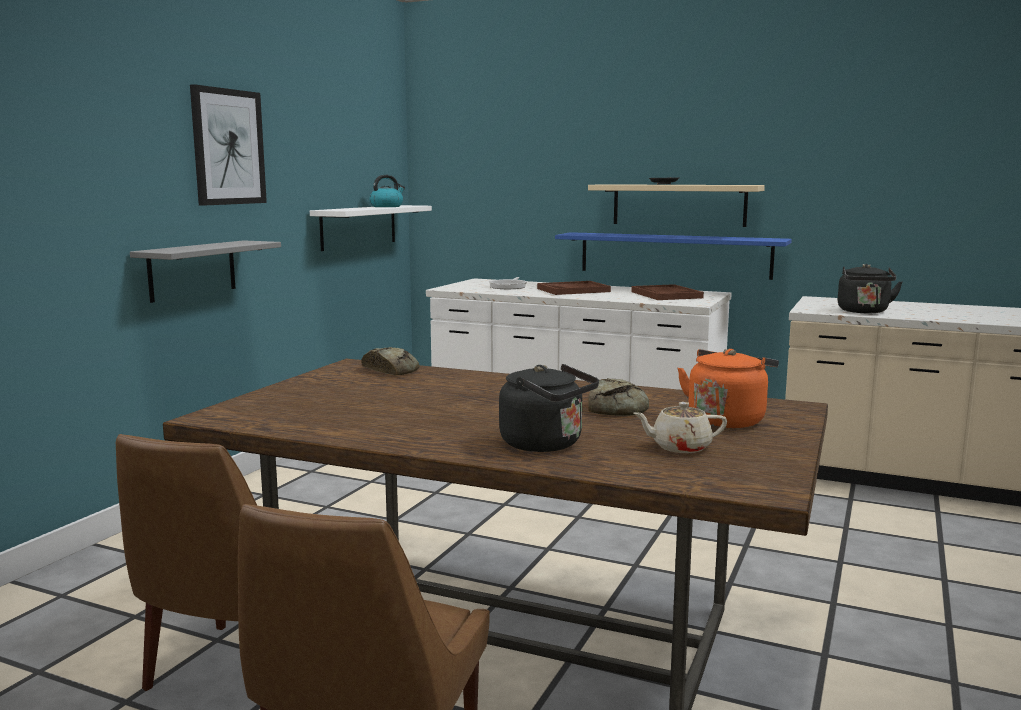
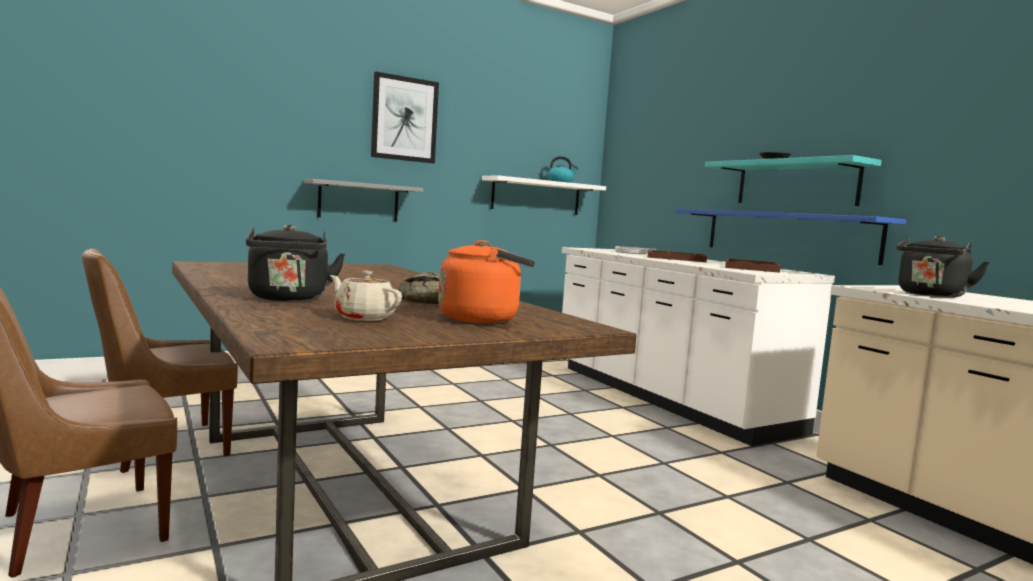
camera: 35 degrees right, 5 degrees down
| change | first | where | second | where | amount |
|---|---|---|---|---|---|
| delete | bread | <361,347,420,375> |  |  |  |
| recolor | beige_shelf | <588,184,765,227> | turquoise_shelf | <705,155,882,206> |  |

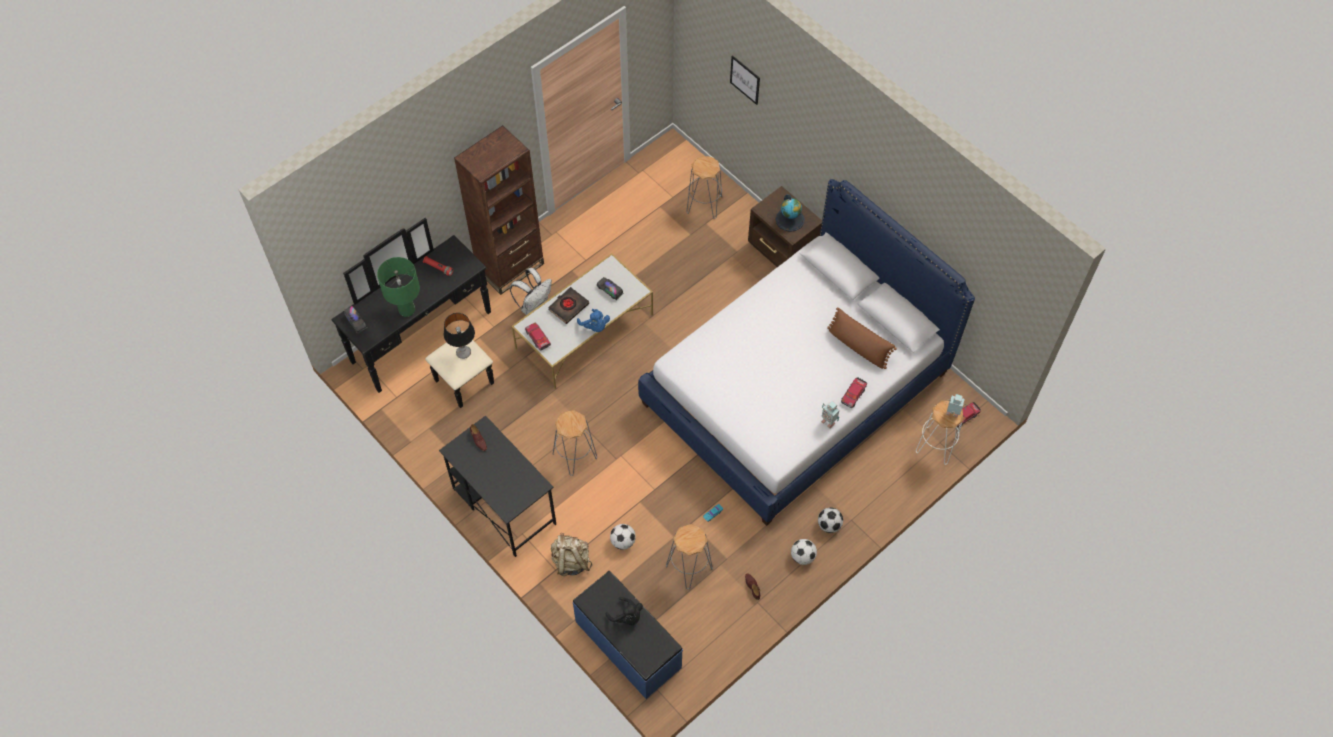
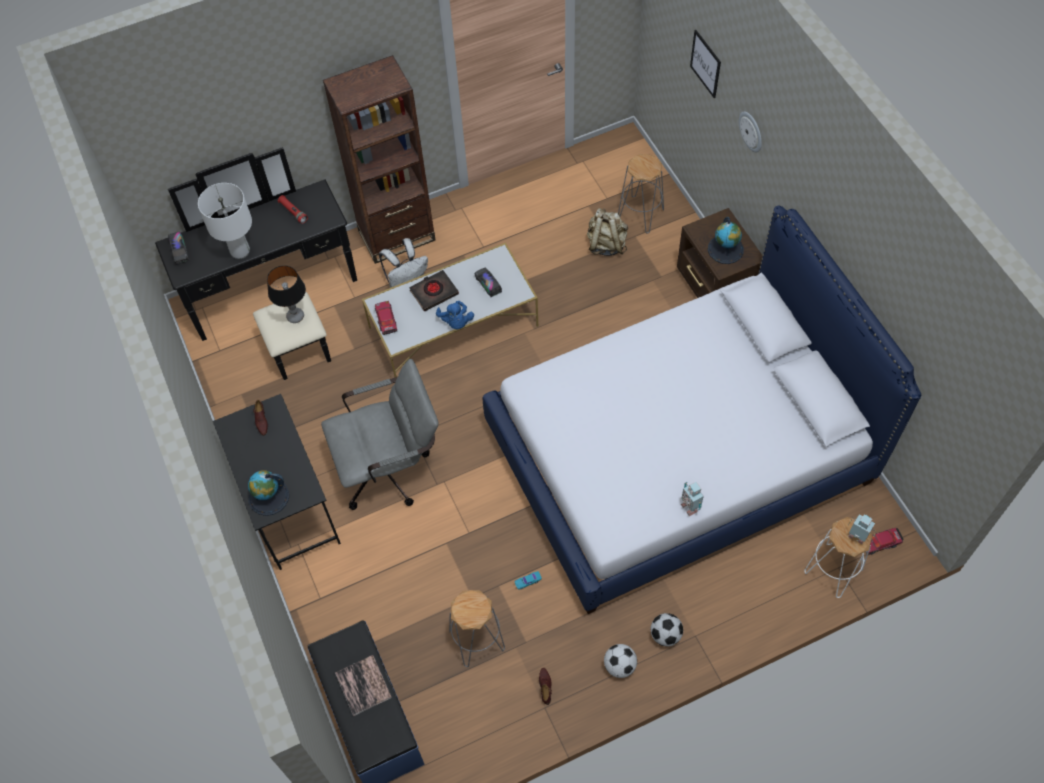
camera: 20 degrees right, 0 degrees up
| change | first | where | second | where | amount |
|---|---|---|---|---|---|
| delete | football | <610,524,636,550> |  |  |  |
| delete | brown_pillow | <827,308,897,369> |  |  |  |
| delete | toy_car | <841,377,867,408> |  |  |  |
| insert |  |  | globe | <248,470,289,516> |  |
| insert |  |  | wall_clock | <739,112,762,152> |  |
| move | beige_backpack | <551,533,592,576> |  | <587,208,628,256> |  |
| replace | grey_stool | <553,410,597,476> | grey_office_chair | <321,359,439,510> |  |
| replace | black_plush_toy | <606,597,643,625> | book | <335,655,391,716> |  |
| recolor | green_table_lamp | <377,257,420,317> | white_table_lamp | <198,183,252,259> |  |

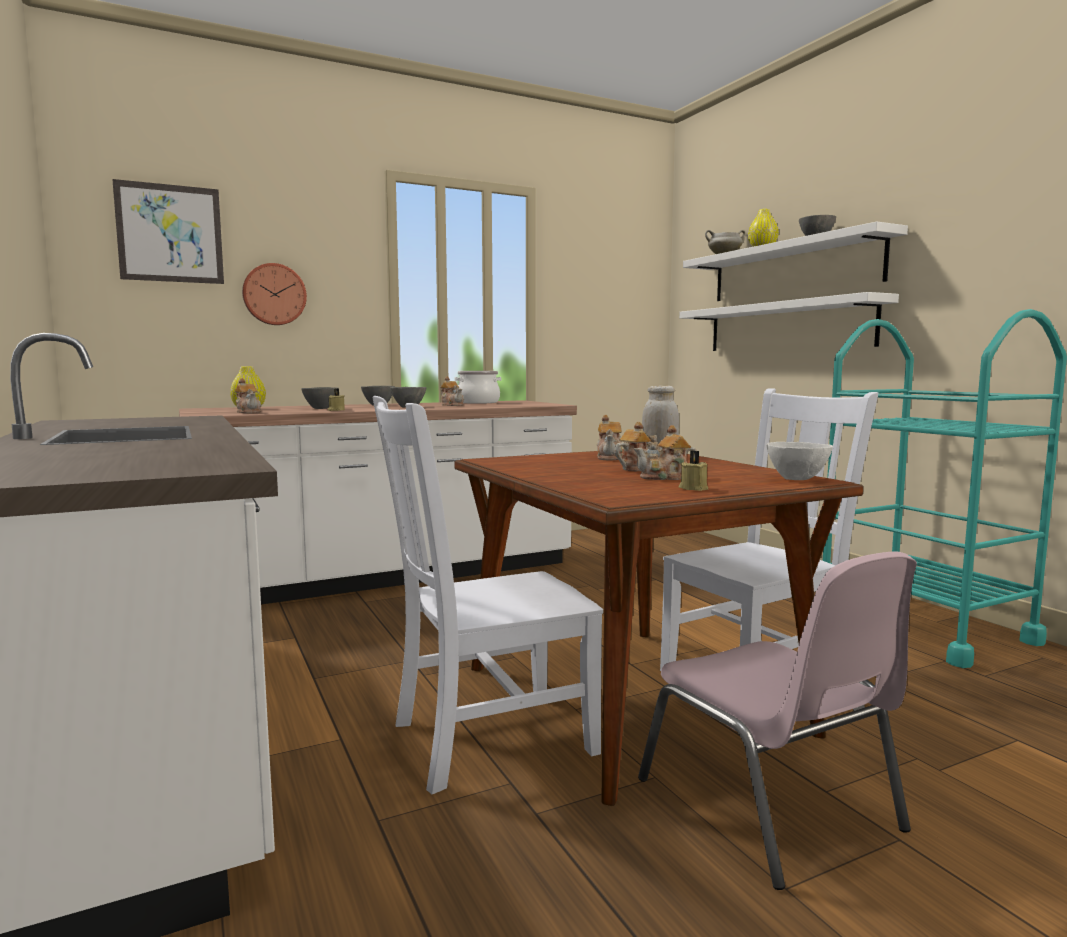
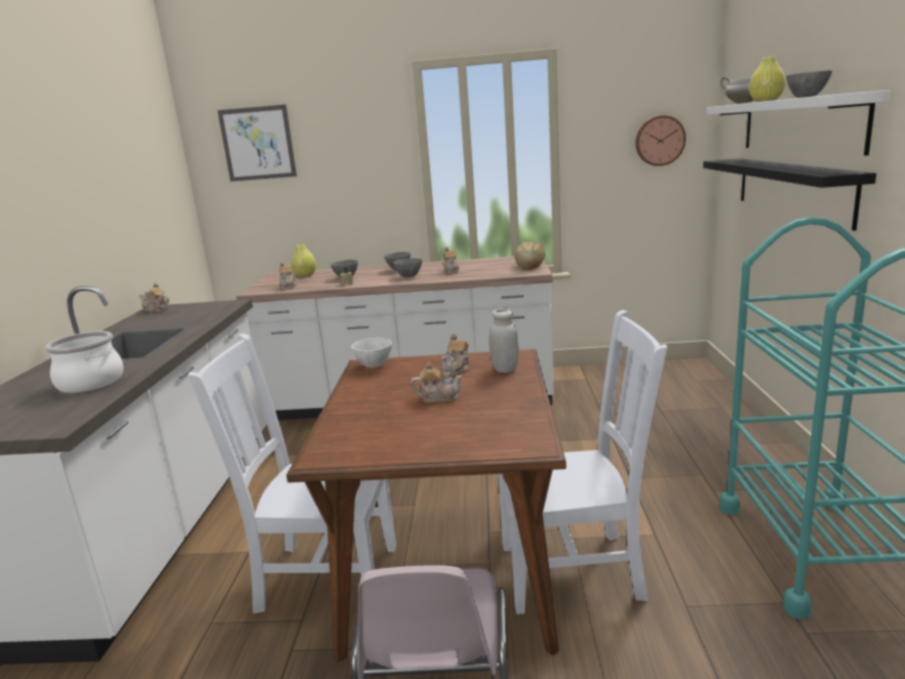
camera: 30 degrees right, 10 degrees up
| change | first | where | second | where | amount |
|---|---|---|---|---|---|
| delete | beige_candle | <679,451,708,491> |  |  |  |
| insert |  |  | bread | <515,242,545,270> |  |
| move | wall_clock | <242,263,307,325> |  | <635,115,686,166> |  |
| move | cooking_pot | <454,371,501,404> |  | <45,331,124,393> |  |
| move | teapot | <634,425,697,480> |  | <139,283,169,312> |  |
| move | white_bowl | <766,442,833,480> |  | <351,338,392,368> |  |
| recolor | white_shelf | <679,292,899,351> | black_shelf | <703,158,877,231> |  |

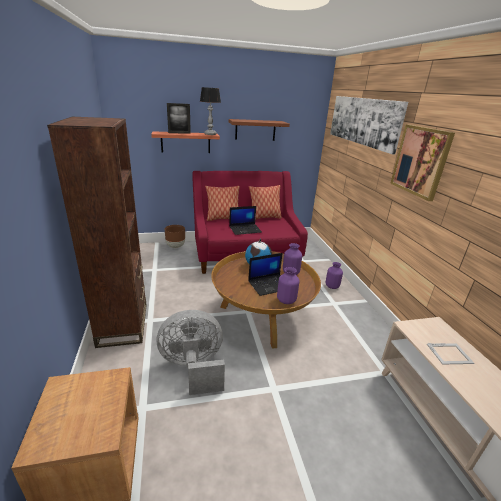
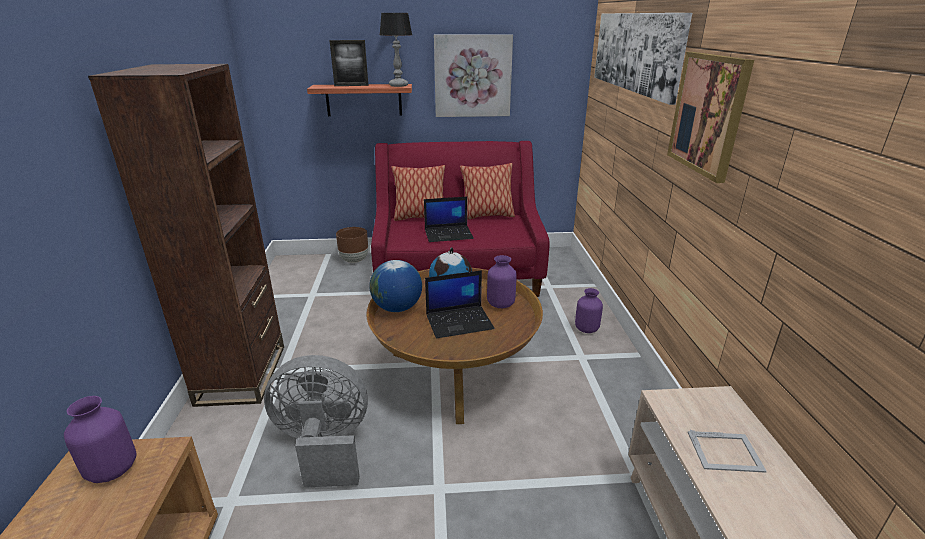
camera: 10 degrees right, 0 degrees up
| change | first | where | second | where | amount |
|---|---|---|---|---|---|
| insert |  |  | globe | <369,260,422,312> |  |
| move | purple_vase | <277,267,299,304> |  | <64,396,137,483> |  |
| replace | brown_shelf | <229,119,290,141> | picture | <434,34,513,117> |  |

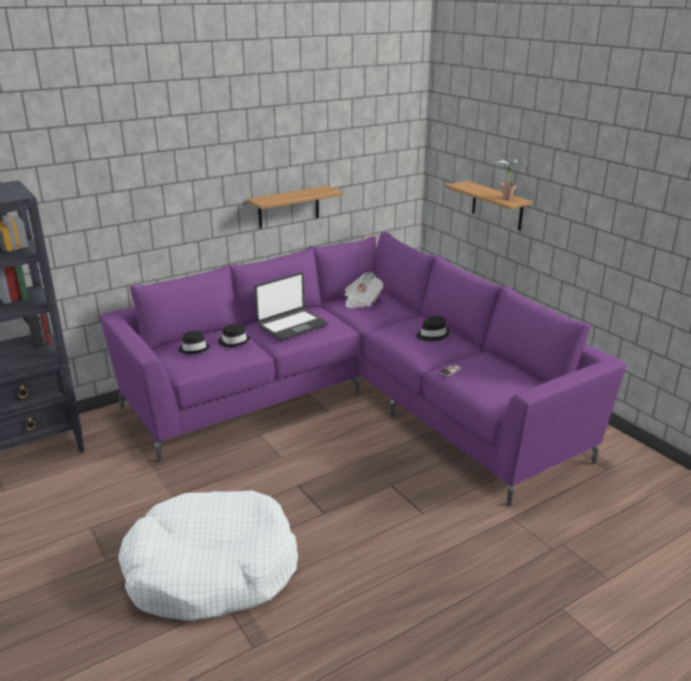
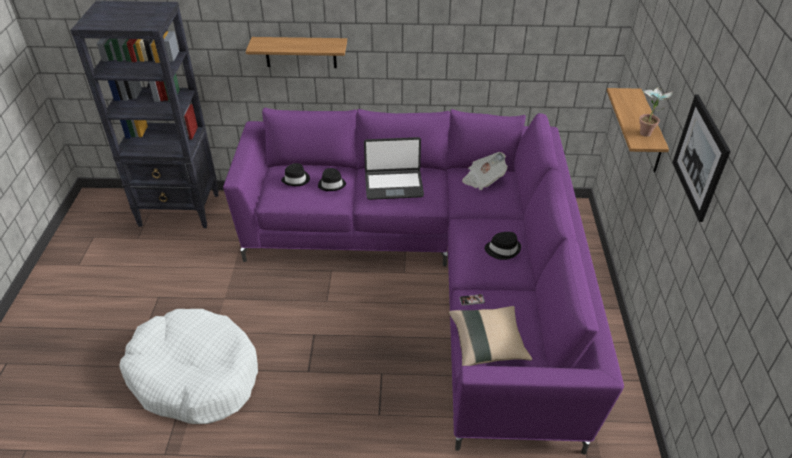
camera: 35 degrees right, 15 degrees up
| change | first | where | second | where | amount |
|---|---|---|---|---|---|
| insert |  |  | beige_pillow | <449,306,532,366> |  |
| insert |  |  | picture | <673,94,731,222> |  |
| move | shelf | <247,186,343,228> |  | <246,37,347,68> |  |

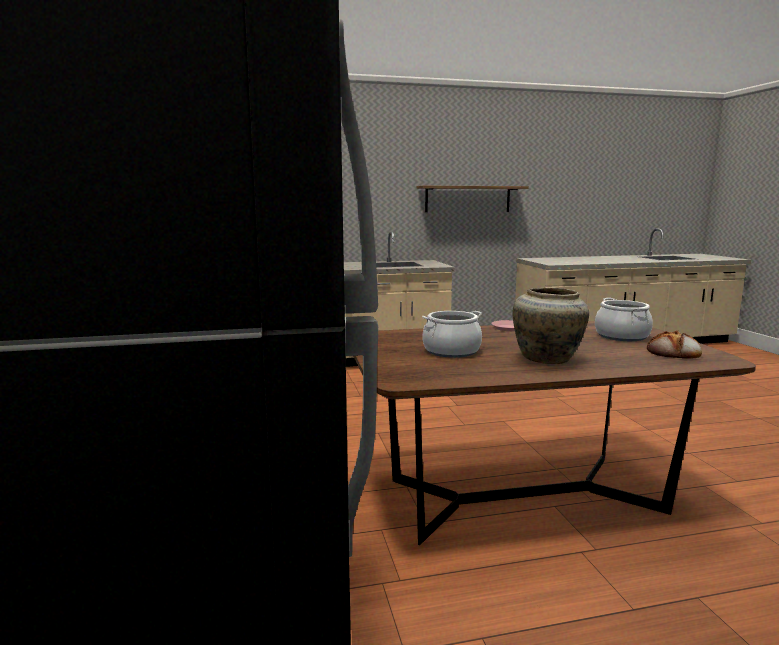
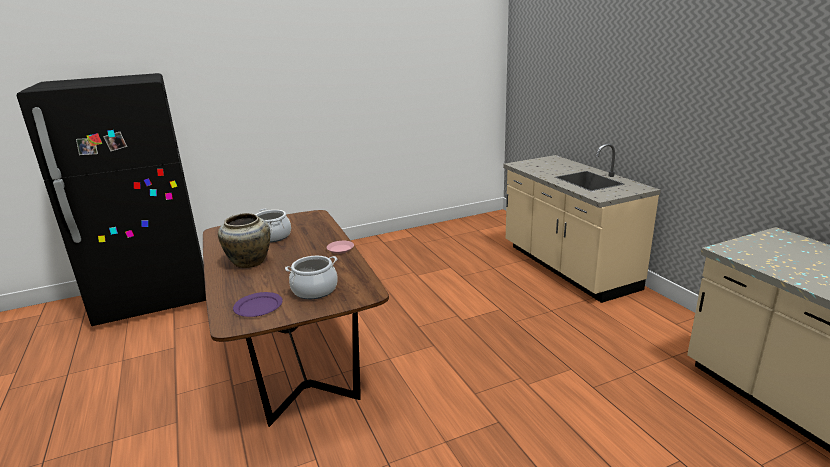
camera: 80 degrees right, 10 degrees up
| change | first | where | second | where | amount |
|---|---|---|---|---|---|
| delete | shelf | <416,186,529,212> |  |  |  |
| replace | bread | <647,331,702,359> | purple_plate | <233,292,283,317> |  |

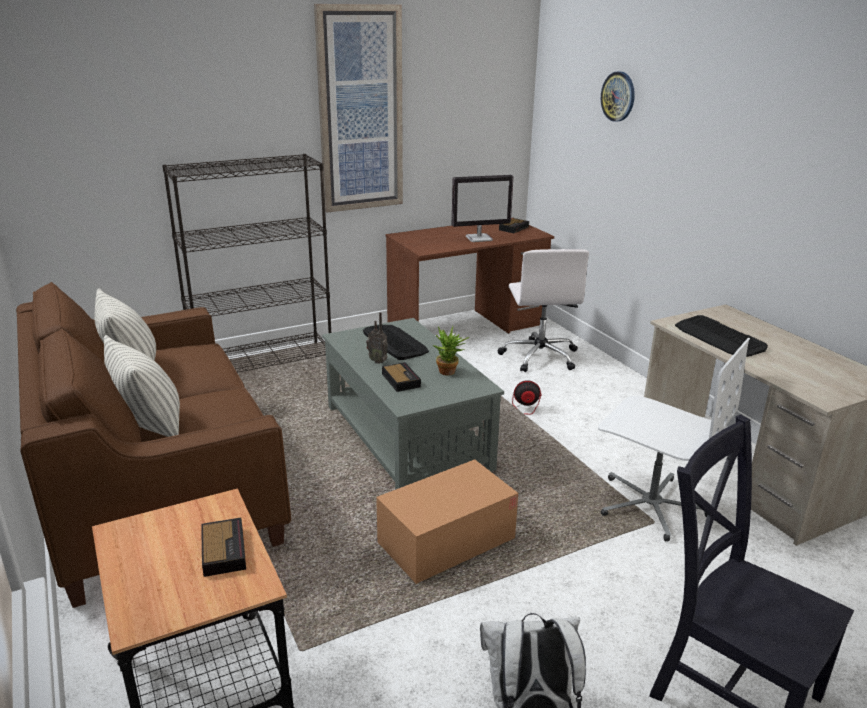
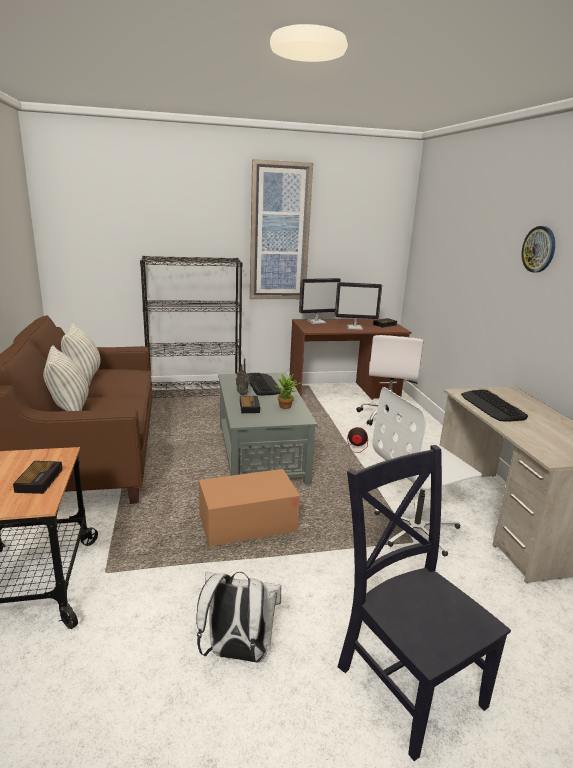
camera: 15 degrees right, 5 degrees down
| change | first | where | second | where | amount |
|---|---|---|---|---|---|
| insert |  |  | monitor | <299,278,341,324> |  |
| move | wall_clock | <601,71,635,122> |  | <522,226,555,273> |  |
| rotate | white_office_chair | <598,338,750,541> |  | <372,387,482,556> | 105 degrees clockwise |

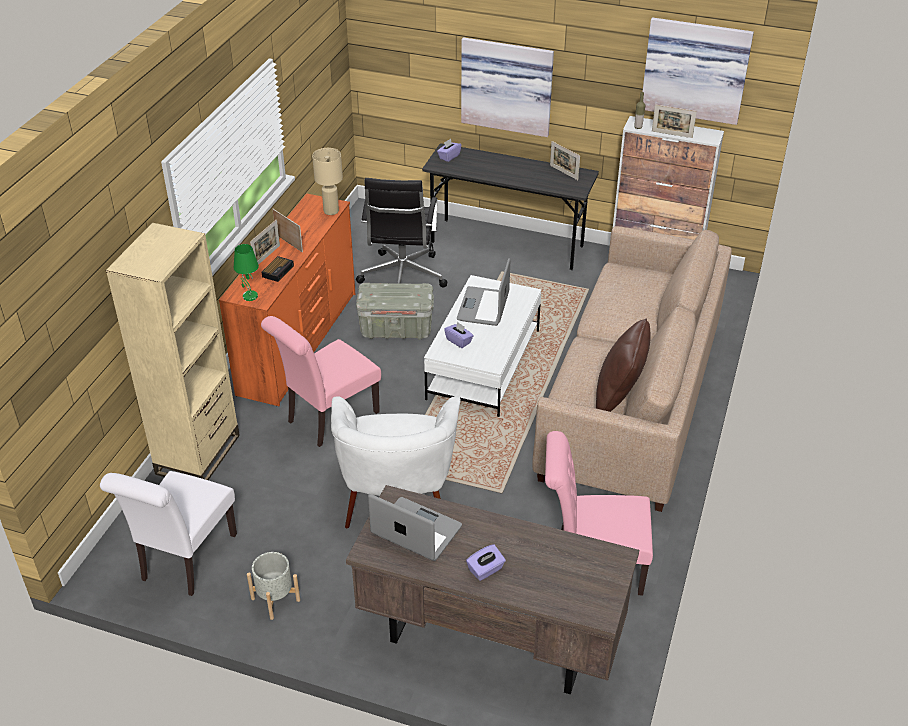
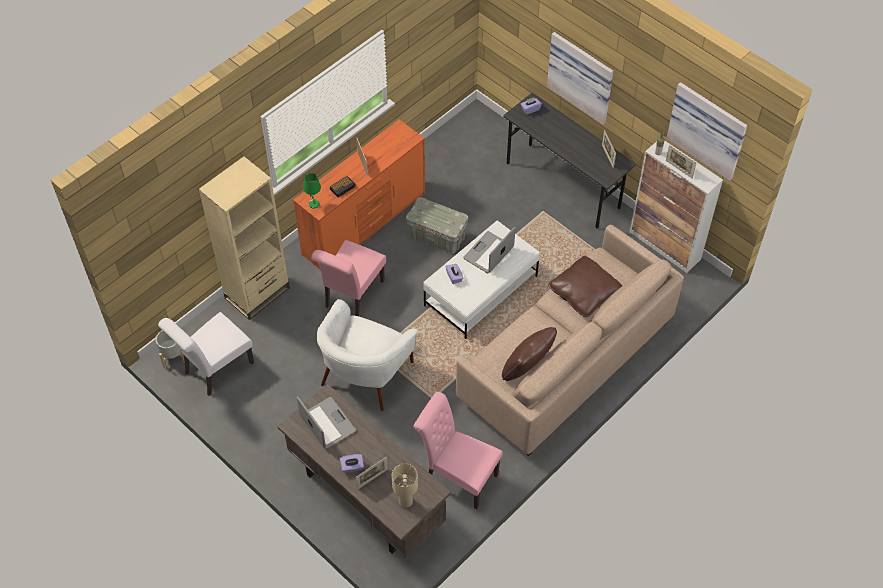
camera: 25 degrees right, 15 degrees up
| change | first | where | second | where | amount |
|---|---|---|---|---|---|
| delete | black_office_chair | <356,178,447,287> |  |  |  |
| insert |  |  | brown_pillow | <548,256,623,317> |  |
| move | grey_planter | <247,552,300,620> |  | <155,330,185,368> |  |
| move | picture_frame | <250,219,280,265> |  | <356,457,388,490> |  |
| move | beige_table_lamp | <312,148,343,215> |  | <392,464,418,508> |  |
| rotate | pink_chair | <261,316,381,447> |  | <311,240,386,316> | 45 degrees counterclockwise |

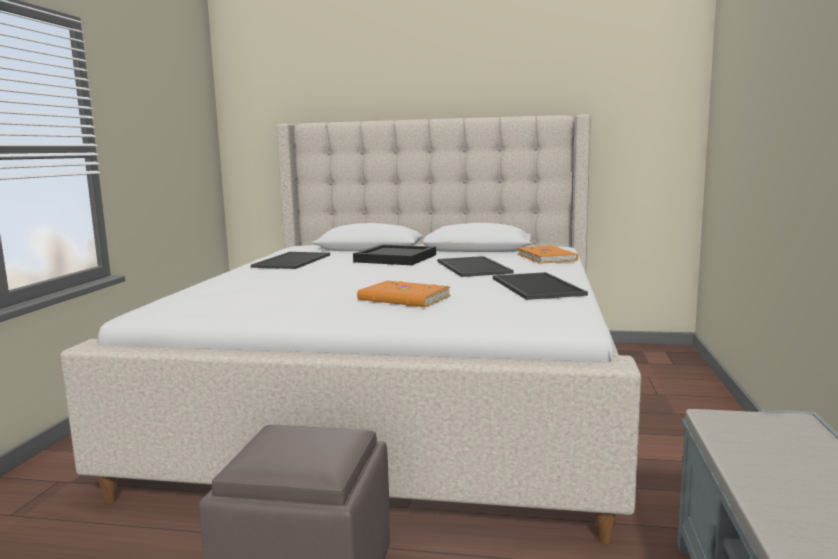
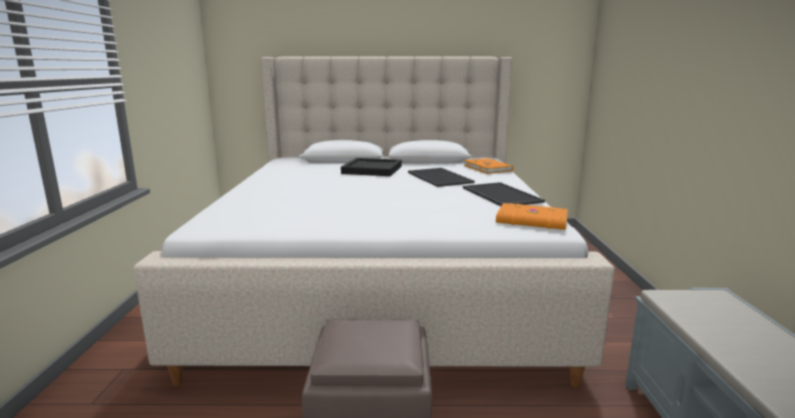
camera: 10 degrees left, 5 degrees up
| change | first | where | second | where | amount |
|---|---|---|---|---|---|
| delete | tray | <251,252,330,269> |  |  |  |
| move | orange_book | <357,280,450,307> |  | <496,203,568,230> |  |

